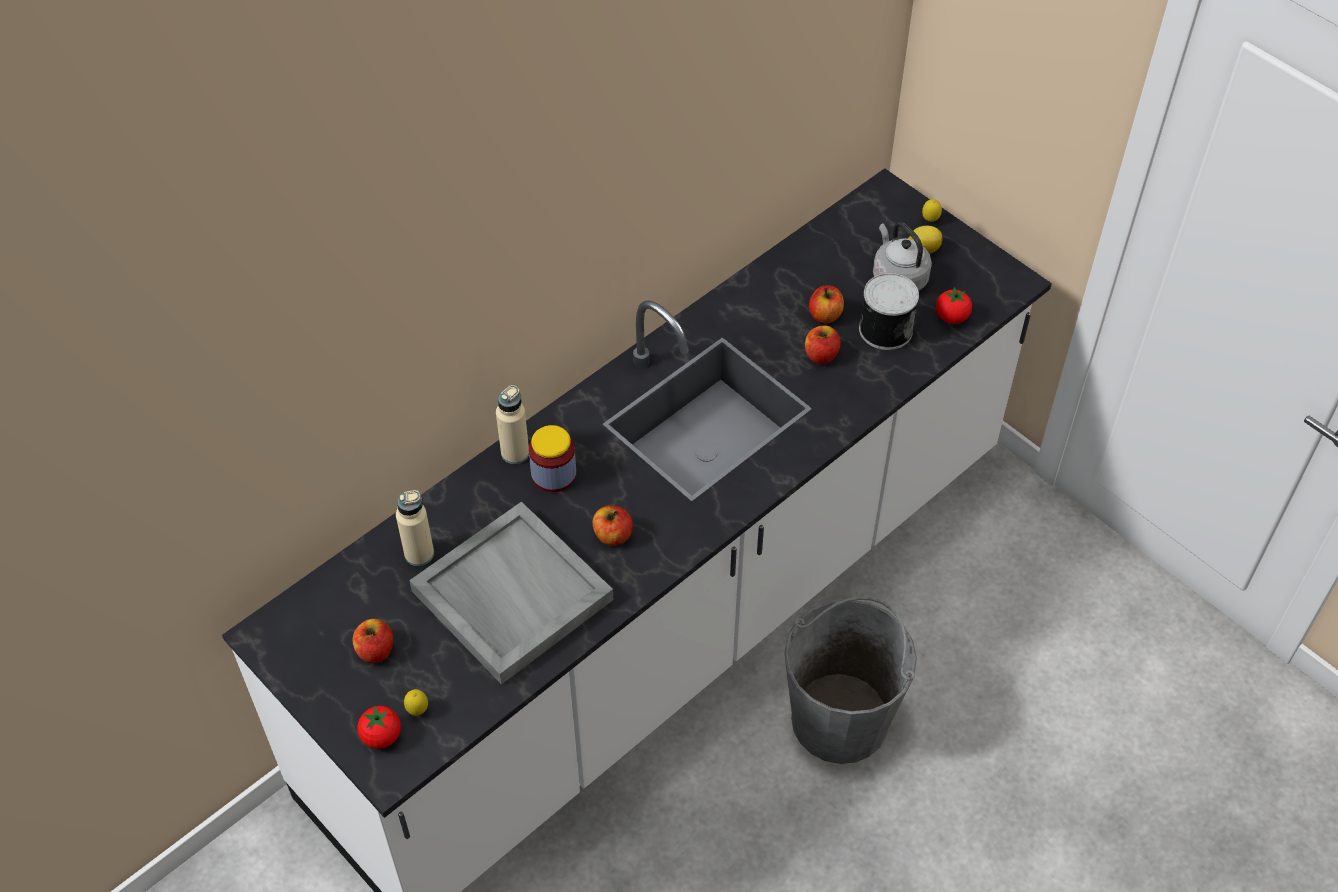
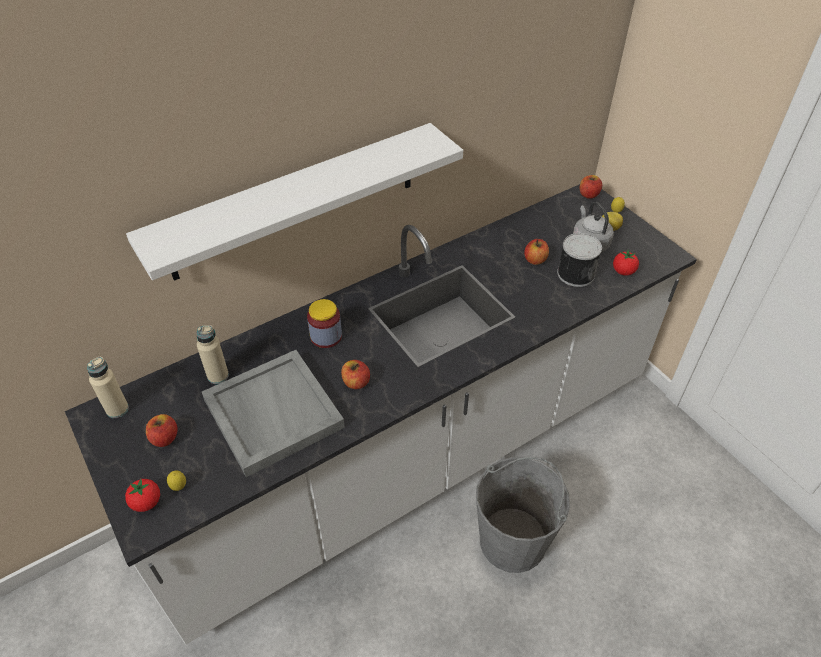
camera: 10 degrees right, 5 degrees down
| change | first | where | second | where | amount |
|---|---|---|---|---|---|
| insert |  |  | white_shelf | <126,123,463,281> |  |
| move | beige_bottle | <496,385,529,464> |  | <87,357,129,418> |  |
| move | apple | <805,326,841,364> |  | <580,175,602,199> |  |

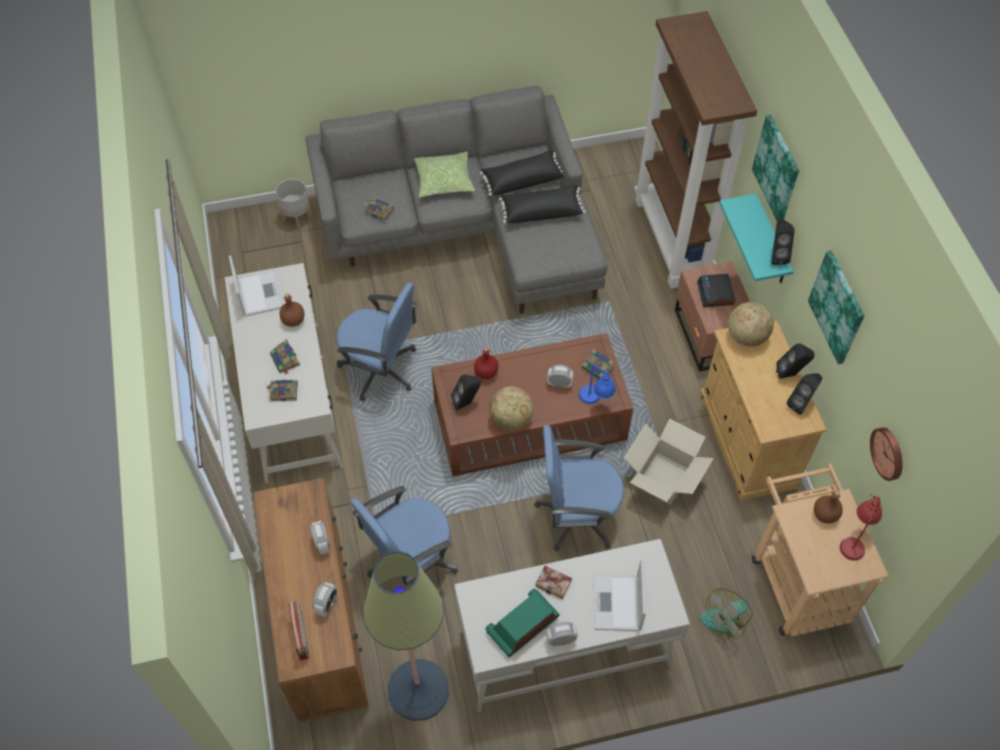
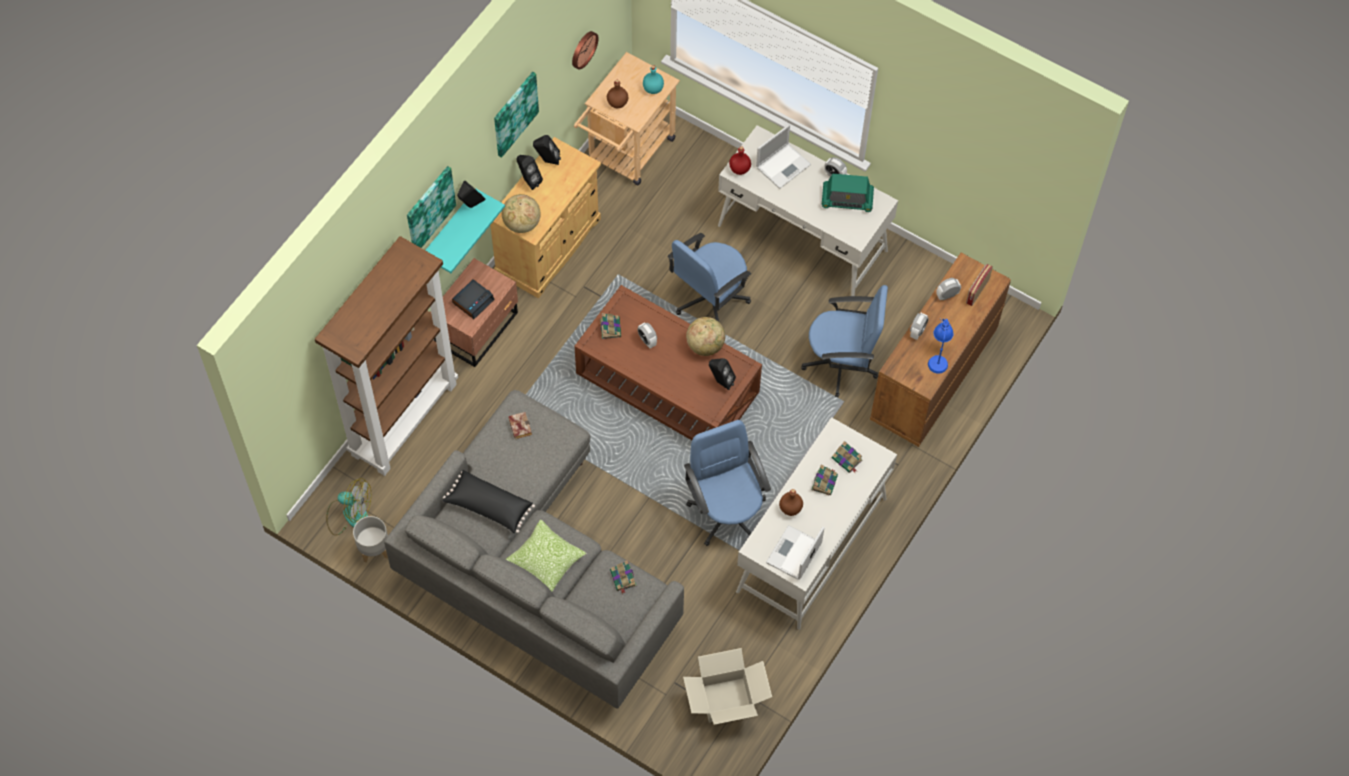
camera: 135 degrees left, 5 degrees up
| change | first | where | second | where | amount |
|---|---|---|---|---|---|
| delete | floor_lamp | <364,551,449,721> |  |  |  |
| delete | black_pillow | <499,185,586,224> |  |  |  |
| delete | red_table_lamp | <840,494,882,561> |  |  |  |
| insert |  |  | turquoise_bottle | <643,65,664,94> |  |
| move | grey_planter | <275,179,312,229> |  | <353,516,388,563> |  |
| move | red_bottle | <474,348,499,379> |  | <729,146,751,175> |  |
| move | book | <535,566,572,599> |  | <508,412,532,439> |  |
| move | blue_table_lamp | <579,365,616,404> |  | <928,318,953,374> |  |
| move | cardboard_box | <624,419,714,505> |  | <683,648,772,725> |  |
| move | fan | <700,588,753,639> |  | <326,478,371,536> |  |
| rotate | blue_office_chair | <534,425,624,551> |  | <668,233,751,322> | 90 degrees clockwise |

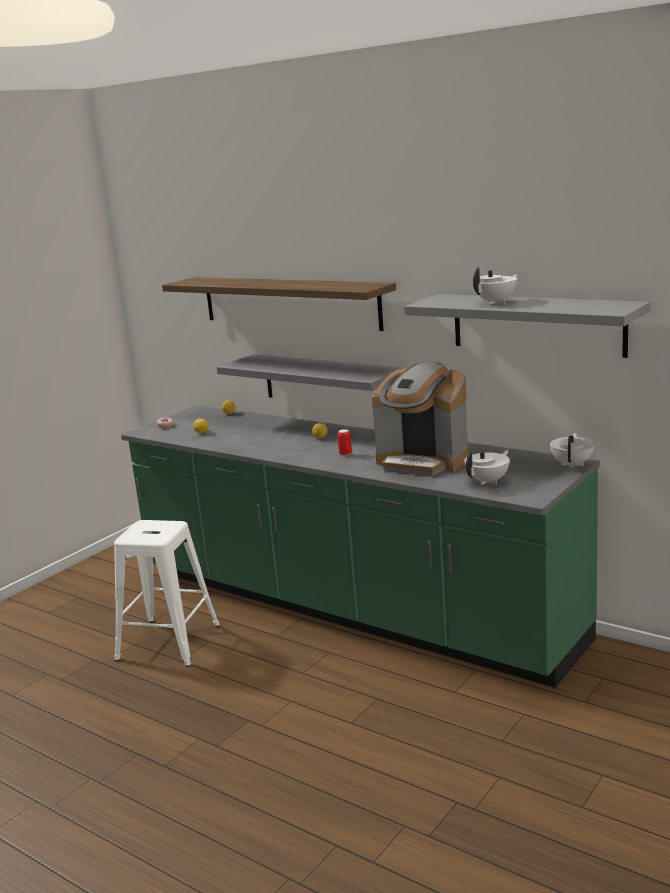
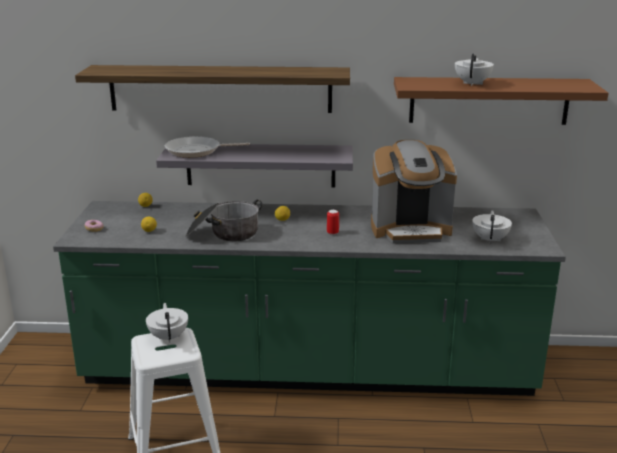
camera: 35 degrees left, 5 degrees up
| change | first | where | second | where | amount |
|---|---|---|---|---|---|
| insert |  |  | frying_pan | <165,136,250,158> |  |
| insert |  |  | cooking_pot | <186,200,262,241> |  |
| move | white_teapot | <550,433,595,469> |  | <146,303,188,343> |  |
| recolor | grey_shelf | <404,294,650,358> | brown_shelf | <394,77,608,125> |  |

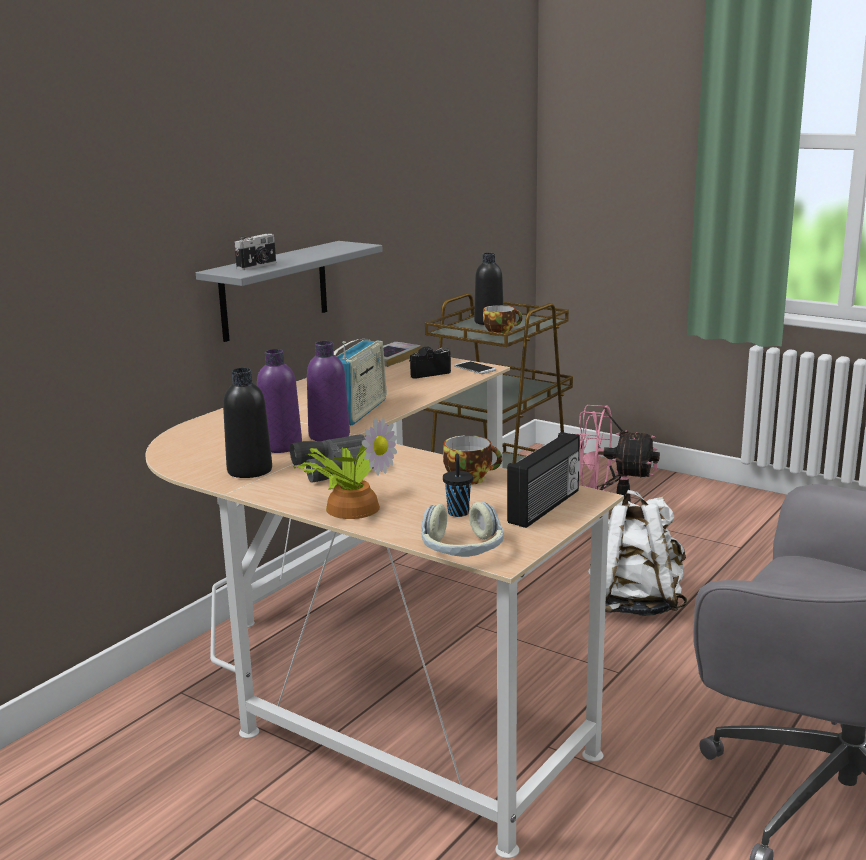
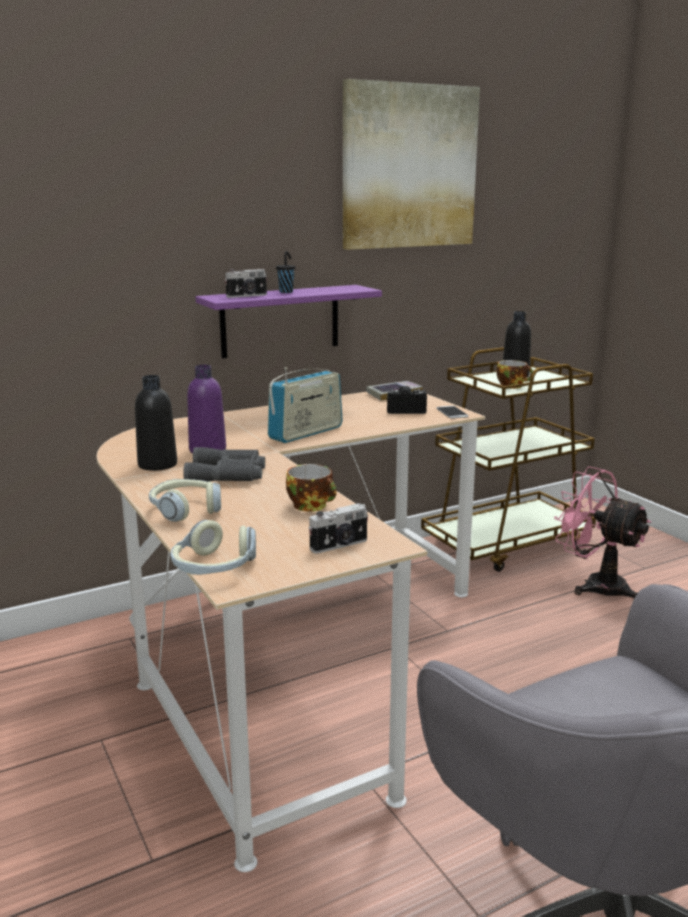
camera: 25 degrees right, 0 degrees up
| change | first | where | second | where | amount |
|---|---|---|---|---|---|
| delete | purple_bottle | <307,341,350,441> |  |  |  |
| delete | white_backpack | <588,490,687,616> |  |  |  |
| insert |  |  | picture | <343,79,480,250> |  |
| move | black_cup | <443,453,473,517> |  | <276,251,295,293> |  |
| replace | potted_plant | <293,417,397,519> | headphones | <149,479,221,522> |  |
| replace | radio | <507,432,580,528> | photo_camera | <309,503,368,554> |  |
| recolor | grey_shelf | <196,241,383,342> | purple_shelf | <196,285,382,358> |  |

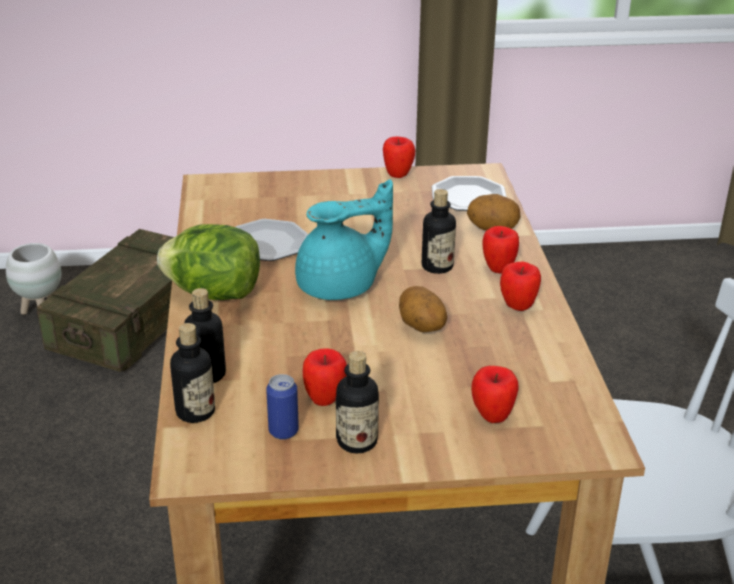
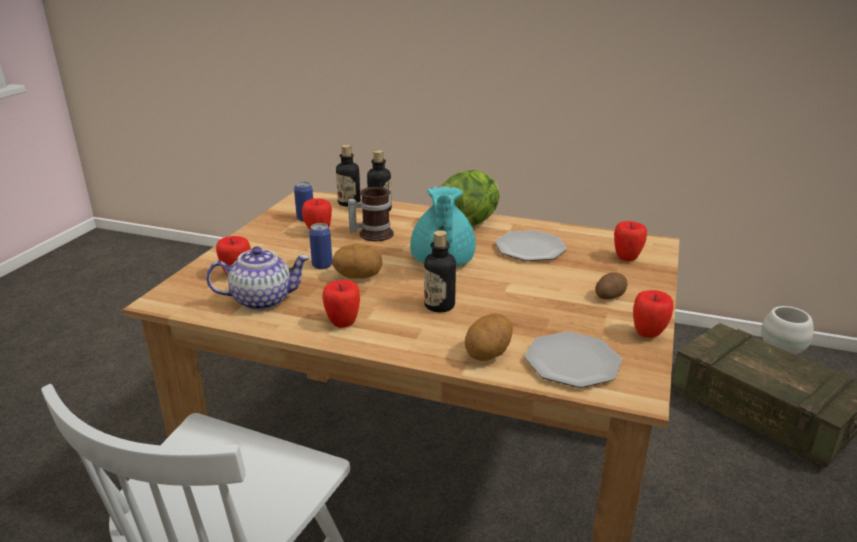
camera: 115 degrees right, 5 degrees down
| change | first | where | second | where | amount |
|---|---|---|---|---|---|
| delete | bottle | <336,351,379,453> |  |  |  |
| insert |  |  | teapot | <206,246,310,311> |  |
| insert |  |  | can | <309,223,332,269> |  |
| insert |  |  | mug | <348,187,394,241> |  |
| insert |  |  | potato | <596,272,627,300> |  |
| move | apple | <482,226,519,274> |  | <614,221,647,261> |  |

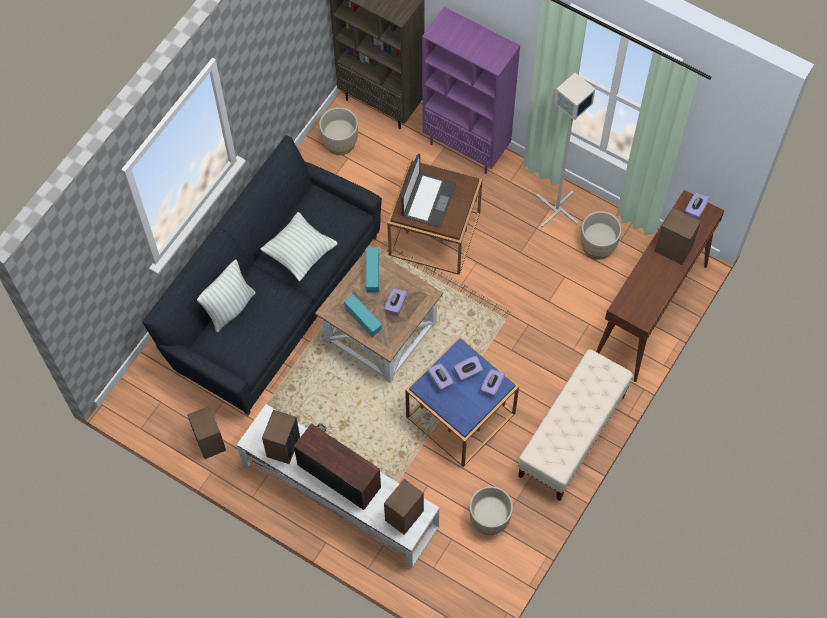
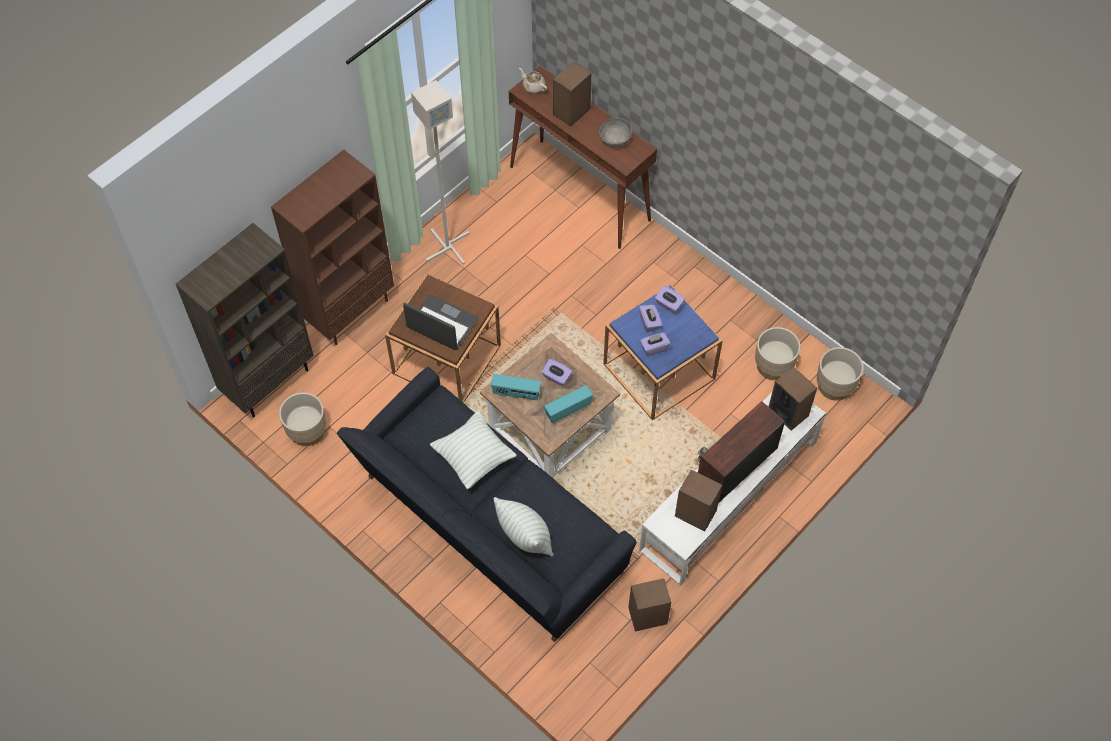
camera: 80 degrees left, 5 degrees down
| change | first | where | second | where | amount |
|---|---|---|---|---|---|
| delete | beige_bench | <518,349,633,501> |  |  |  |
| insert |  |  | grey_bowl | <599,118,632,147> |  |
| move | beige_planter | <580,211,622,260> |  | <817,347,864,401> |  |
| replace | purple_tissue_box | <685,193,710,220> | beige_teapot | <519,68,547,93> |  |
| recolor | purple_bookcase | <422,7,520,174> | brown_bookcase | <271,150,394,345> |  |

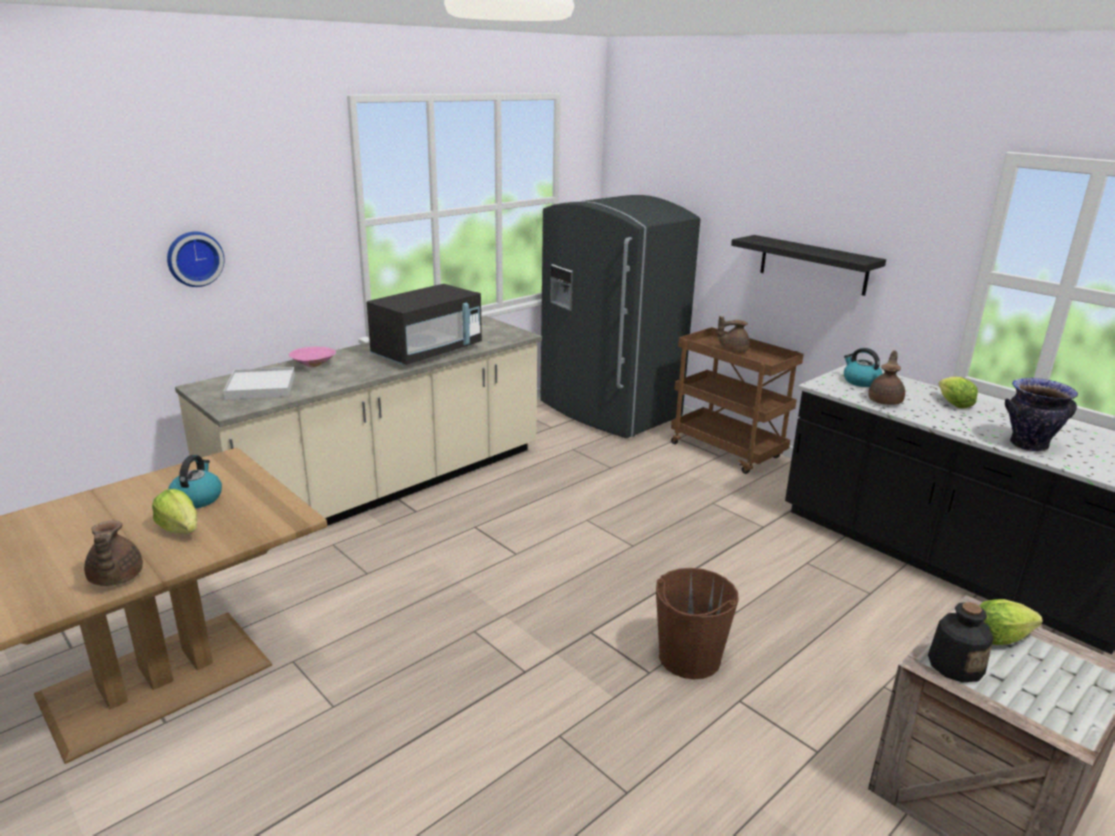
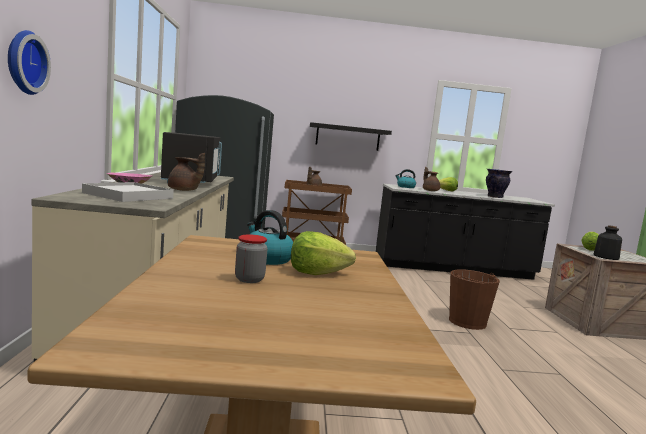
camera: 50 degrees left, 15 degrees down
| change | first | where | second | where | amount |
|---|---|---|---|---|---|
| insert |  |  | jar | <235,234,268,283> |  |
| move | brown_teapot | <84,521,143,586> |  | <168,153,205,191> |  |

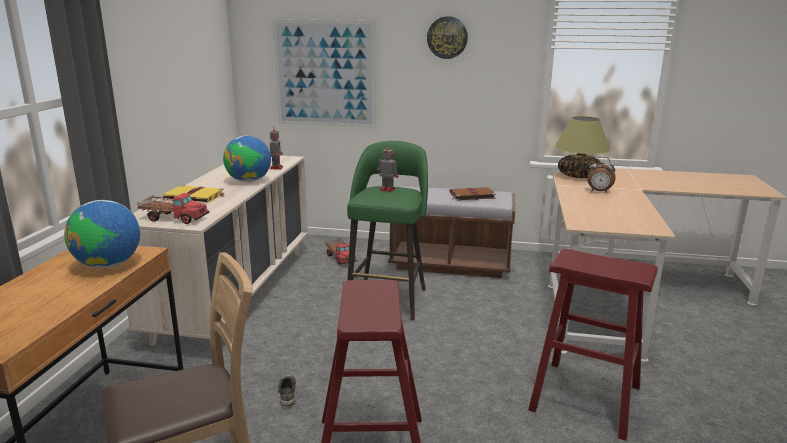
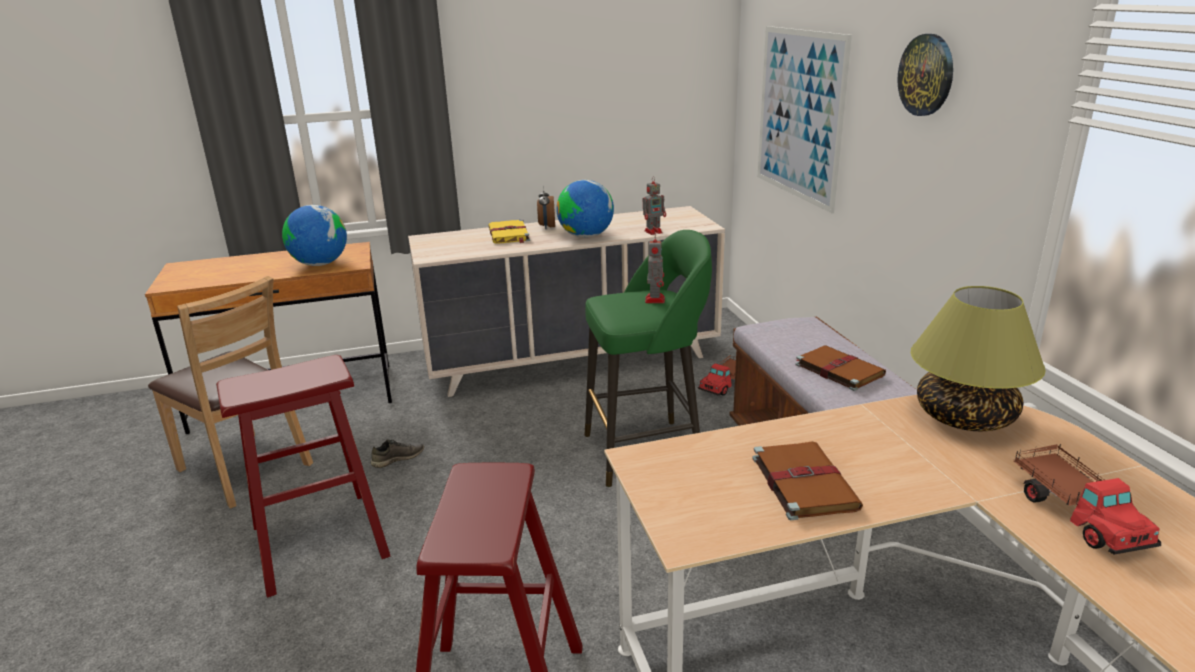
camera: 65 degrees right, 5 degrees up
| change | first | where | second | where | amount |
|---|---|---|---|---|---|
| insert |  |  | brown_book | <752,442,863,520> |  |
| move | toy_truck | <137,193,210,224> |  | <1014,444,1161,555> |  |
| move | alarm_clock | <587,157,616,193> |  | <537,186,555,229> |  |

